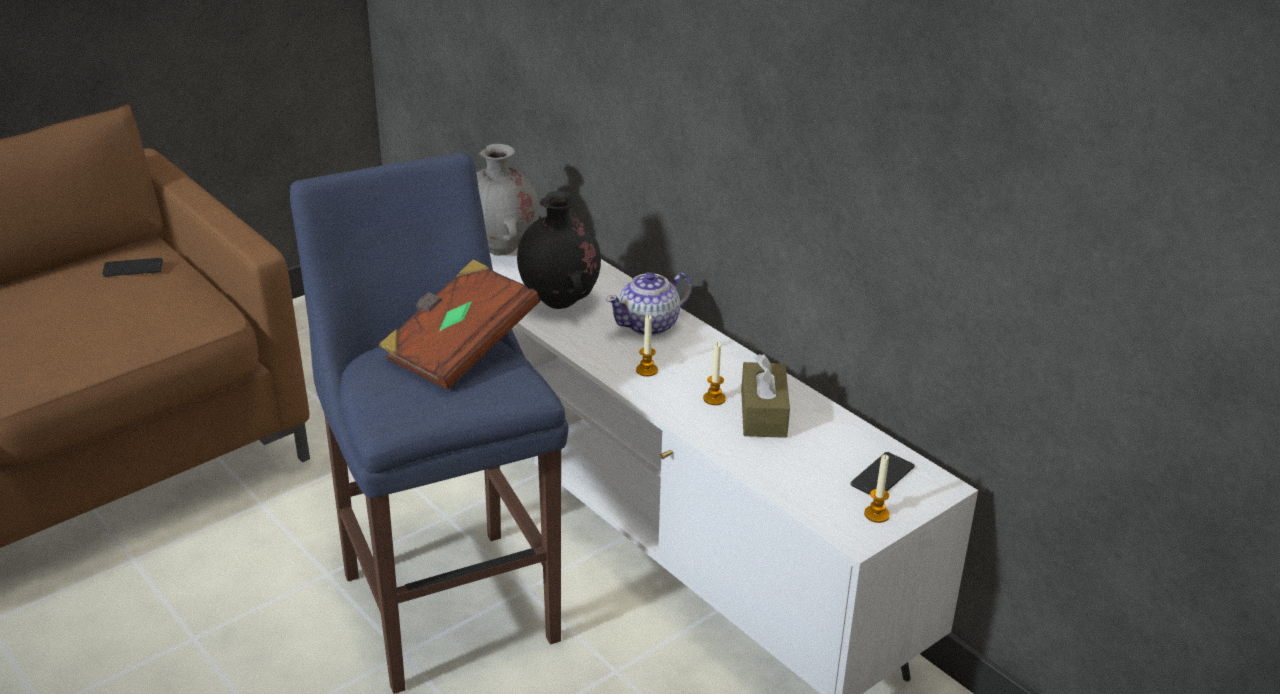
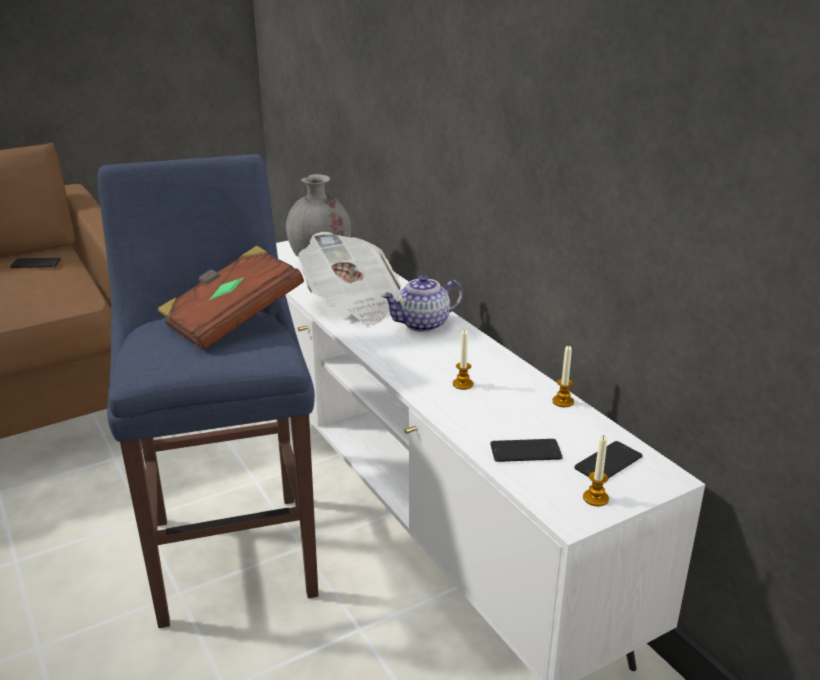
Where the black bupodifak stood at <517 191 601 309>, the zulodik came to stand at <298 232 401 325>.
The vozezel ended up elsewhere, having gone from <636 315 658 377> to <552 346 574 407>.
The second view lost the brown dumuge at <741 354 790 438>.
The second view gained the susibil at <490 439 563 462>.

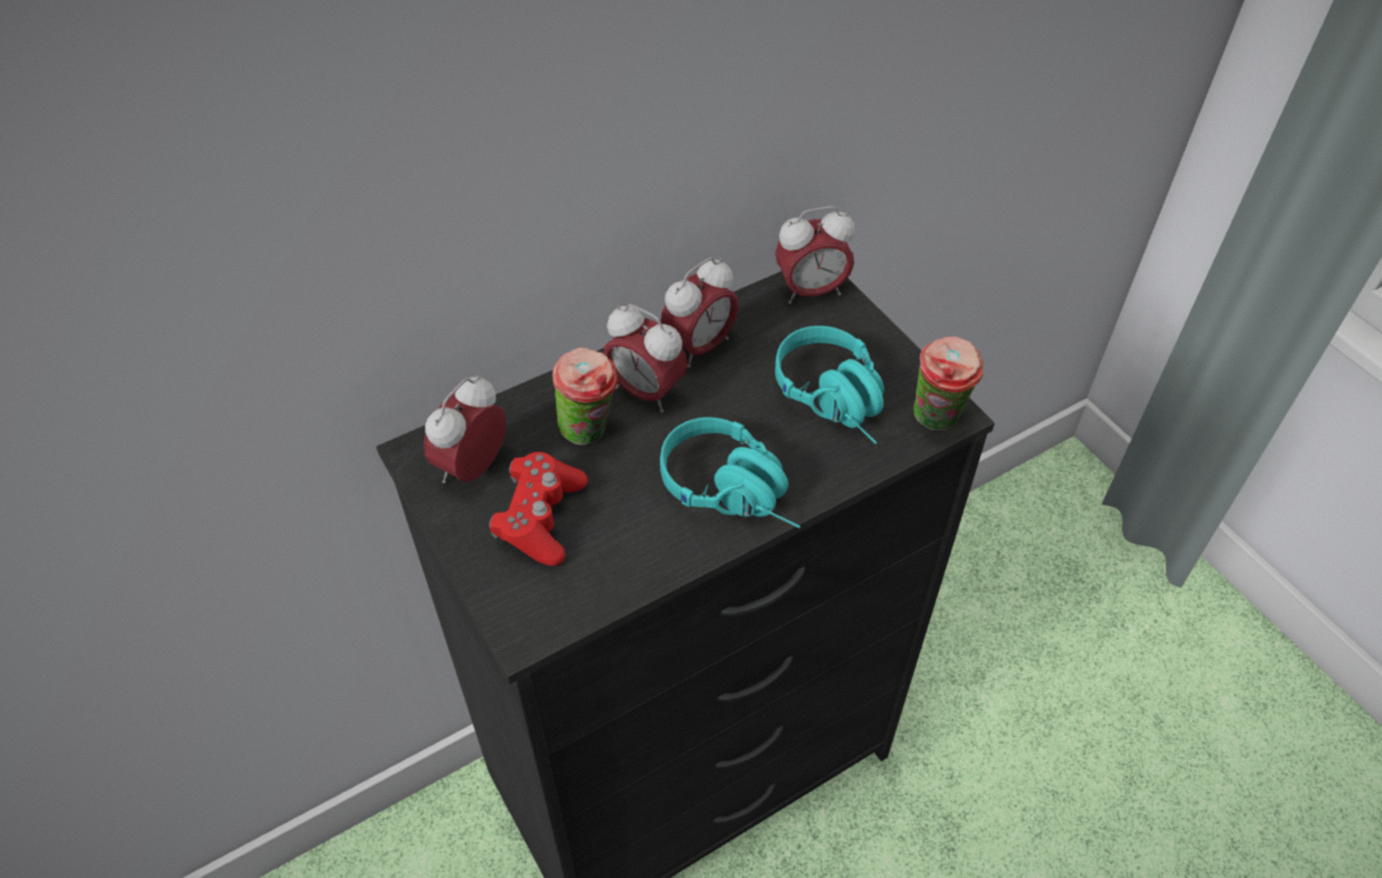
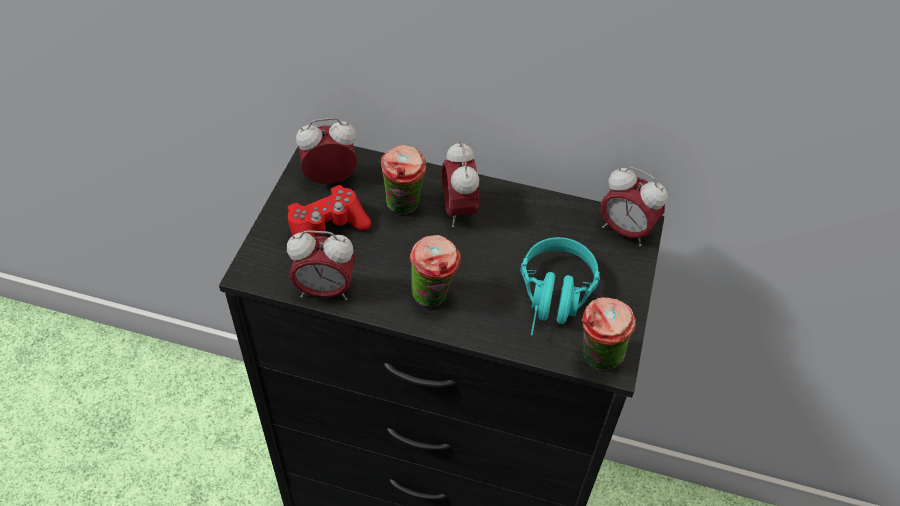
The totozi ended up elsewhere, having gone from <661 257 739 368> to <287 230 355 301>.
Where the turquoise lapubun stood at <660 417 800 528>, the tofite came to stand at <410 235 461 307>.

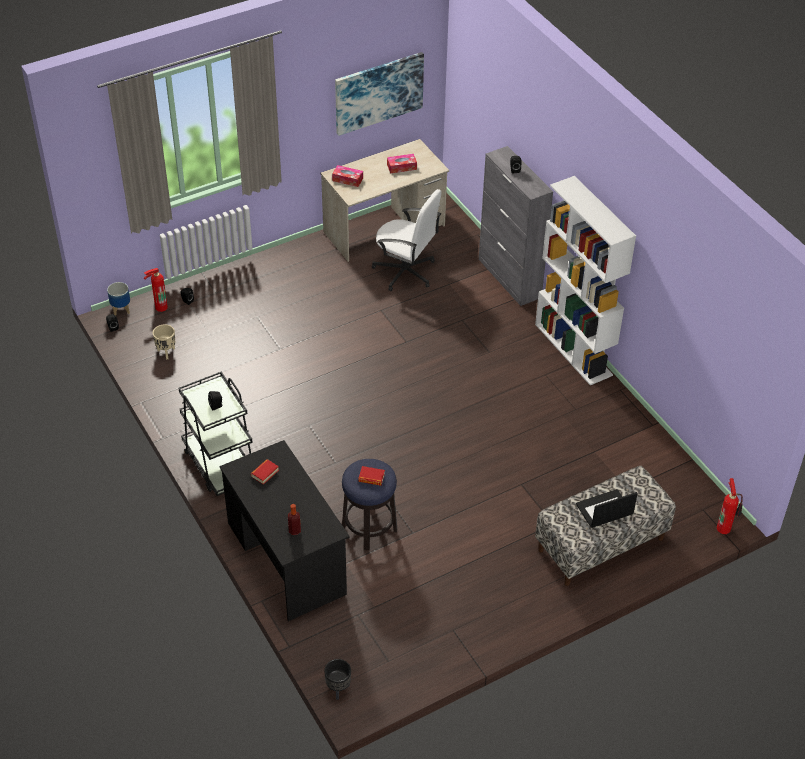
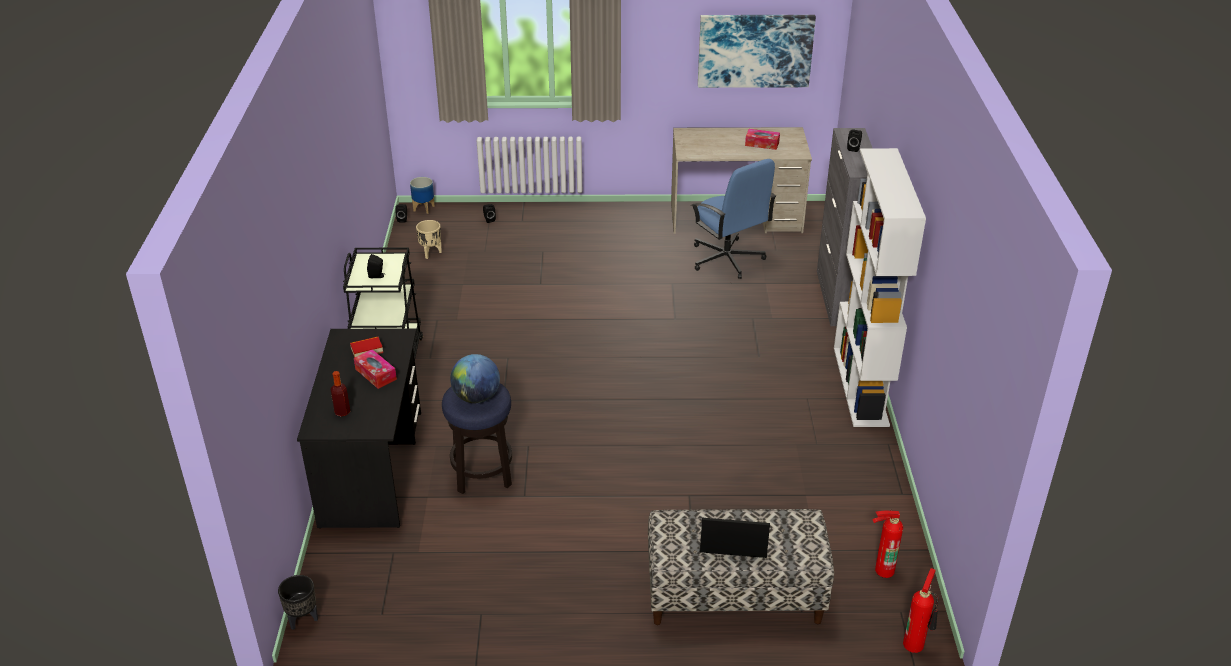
The dumuge ended up elsewhere, having gone from <332 165 363 187> to <354 349 397 389>.
What was the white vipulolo at <372 189 442 291> turned into the blue vipulolo at <691 159 776 279>.
The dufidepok ended up elsewhere, having gone from <144 268 168 312> to <872 510 903 578>.
Where the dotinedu stood at <358 466 385 486>, the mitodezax came to stand at <450 354 500 403>.

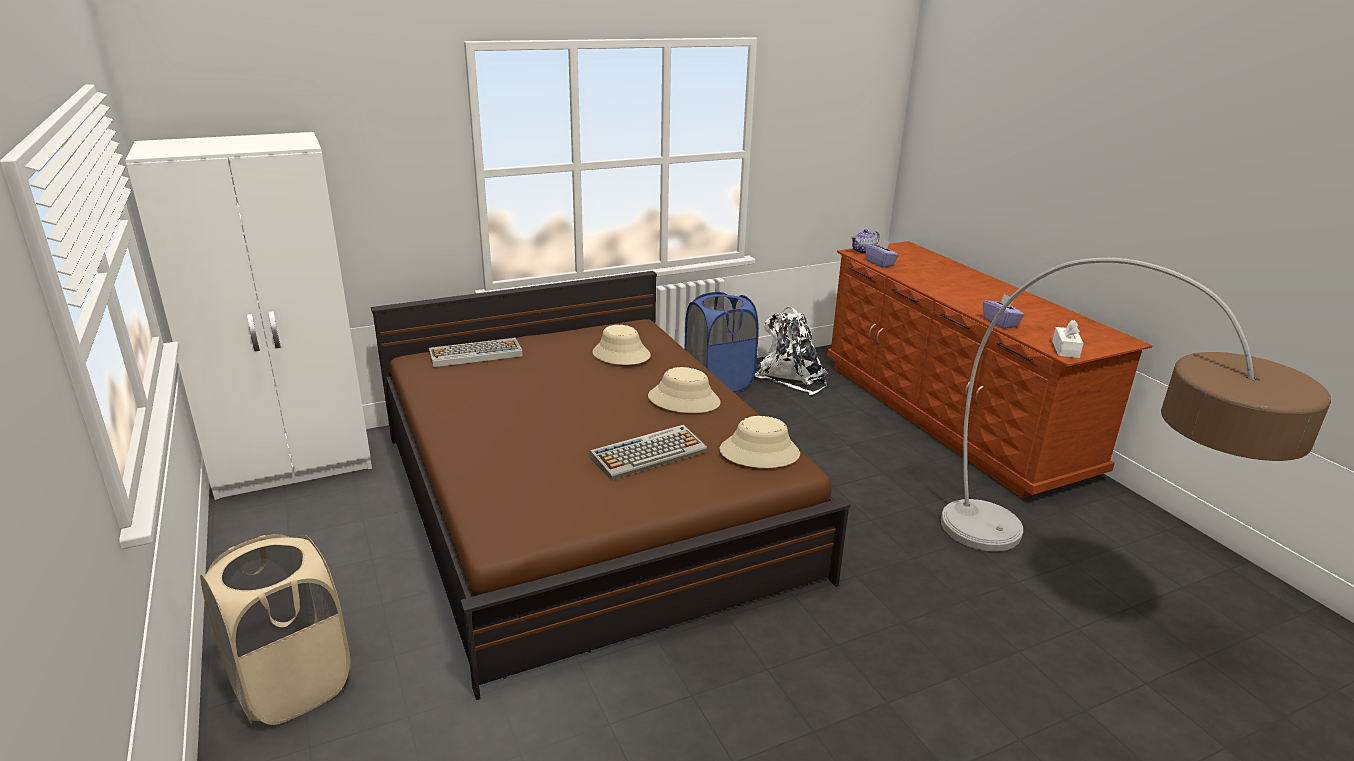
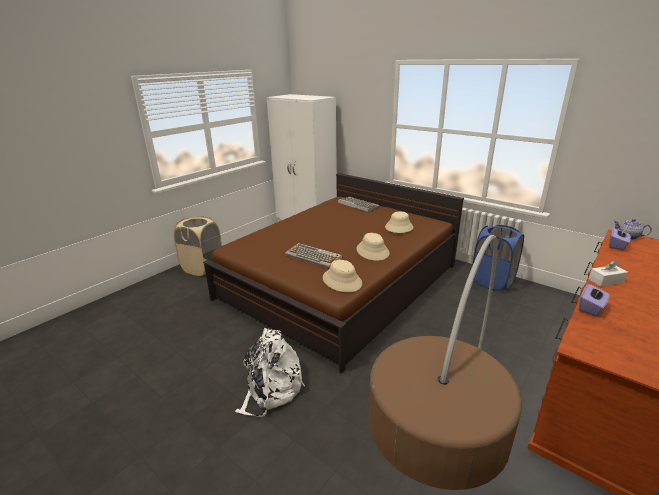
The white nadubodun ended up elsewhere, having gone from <754 307 828 395> to <235 328 305 417>.
The white dumuge ended up elsewhere, having gone from <1052 320 1084 358> to <589 260 628 287>.

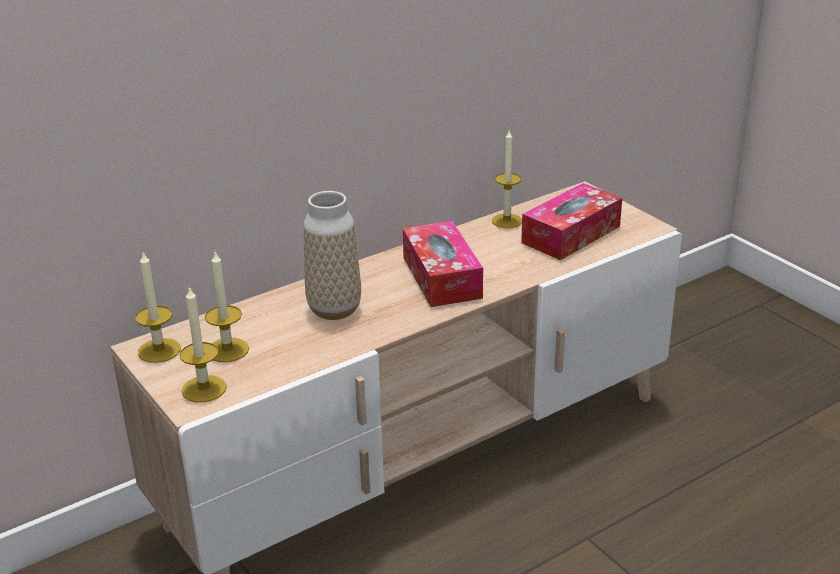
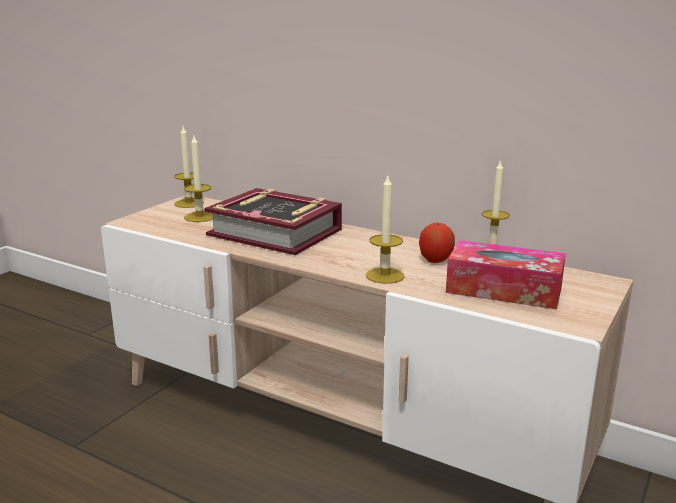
Where the bupodifak stood at <304 191 361 320>, the dotinedu came to stand at <204 188 342 255>.
The second view lost the dumuge at <403 221 483 307>.
The vozezel ended up elsewhere, having gone from <179 286 227 402> to <366 176 405 284>.
The second view gained the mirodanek at <419 223 455 263>.

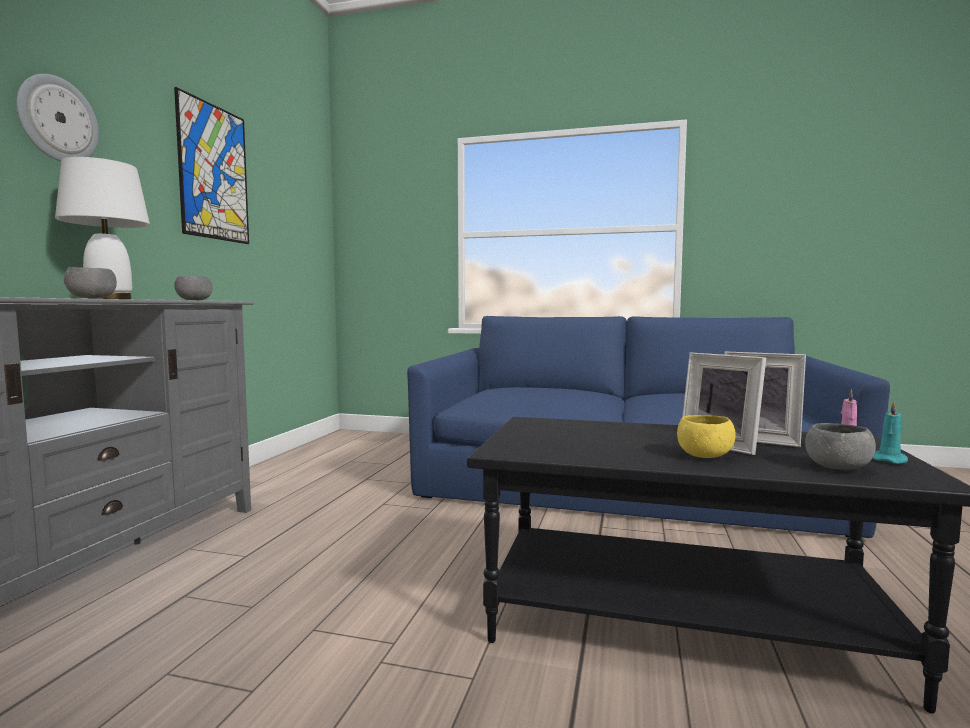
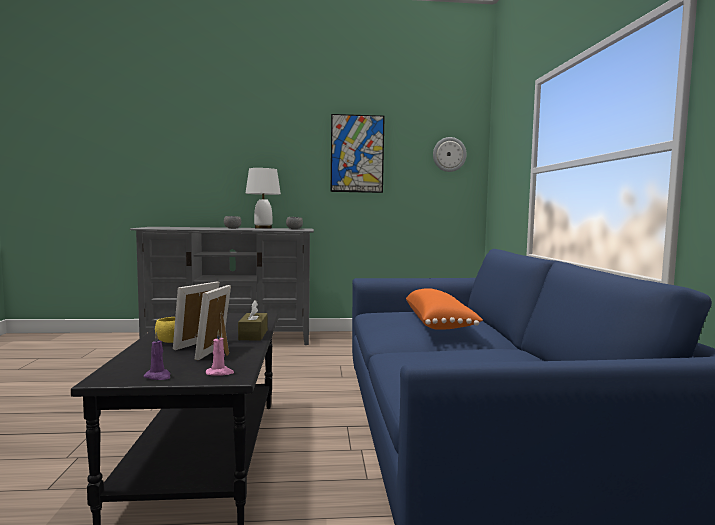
The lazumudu ended up elsewhere, having gone from <16 74 99 161> to <433 137 467 172>.
What was the turquoise vozezel at <873 401 908 464> turned into the purple vozezel at <144 332 170 380>.
The second view lost the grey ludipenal at <805 423 876 470>.
The second view gained the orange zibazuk at <406 288 483 330>.
The second view gained the brown dumuge at <238 300 268 340>.

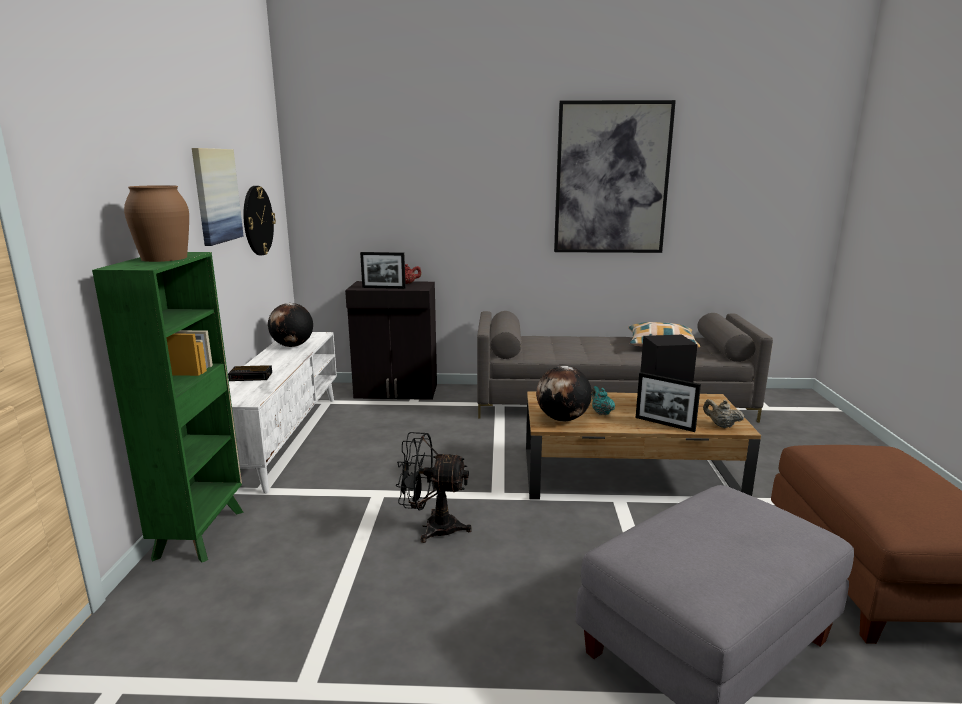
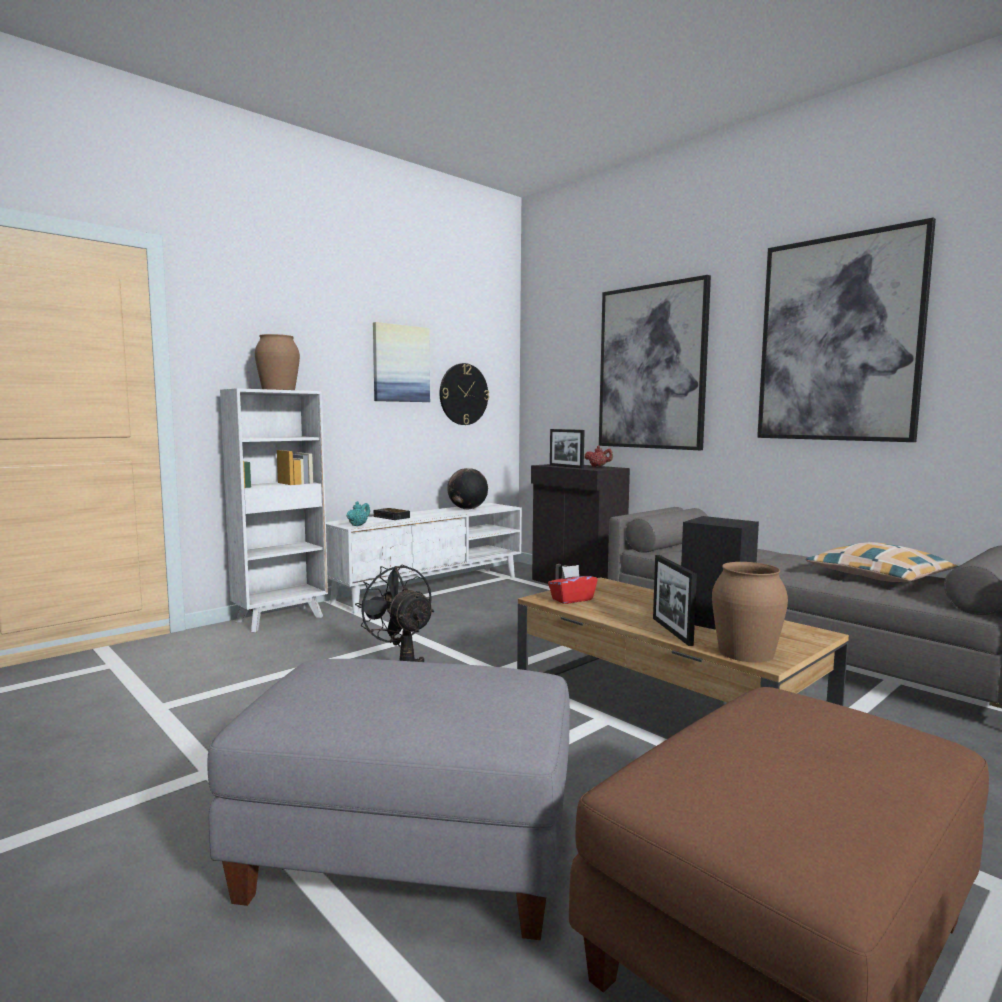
What was the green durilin at <92 252 243 562> turned into the white durilin at <220 388 328 632>.
Where the mitodezax stood at <536 366 592 421>, the red dumuge came to stand at <548 565 597 604>.
The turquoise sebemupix ended up elsewhere, having gone from <592 386 615 415> to <347 501 370 526>.
Where the beige sebemupix stood at <703 399 744 428>, the brown bupodifak came to stand at <712 562 788 663>.
The second view gained the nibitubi at <599 275 711 450>.

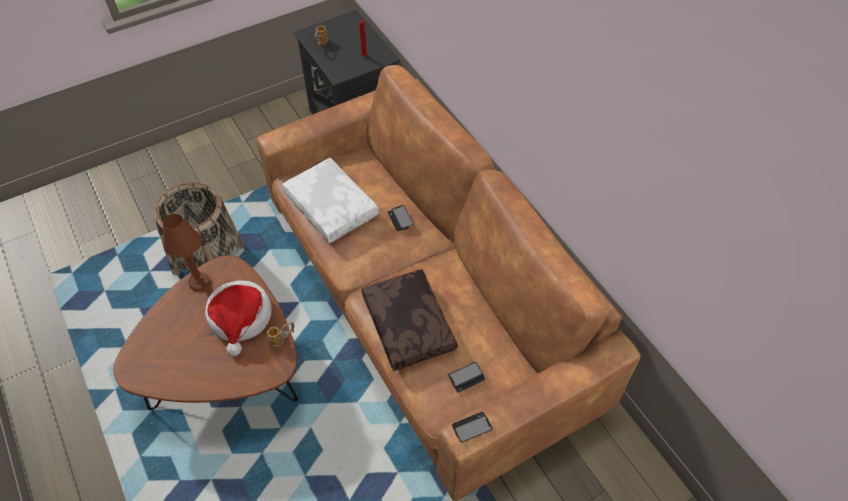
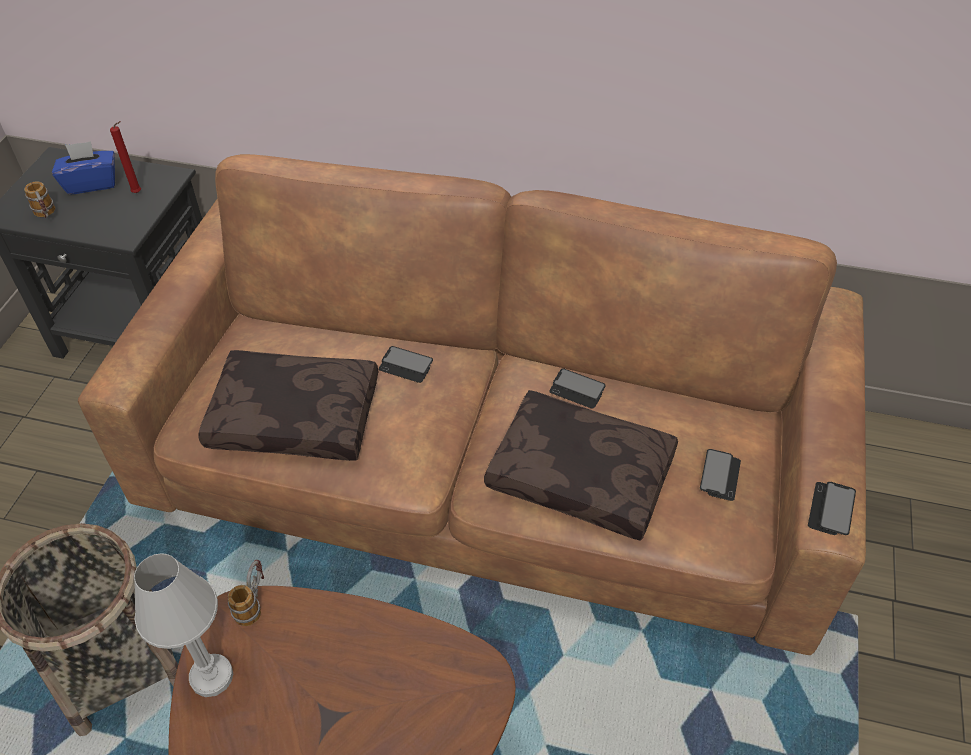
What was the white zibazuk at <282 158 379 243> turned into the brown zibazuk at <198 350 378 461>.
What was the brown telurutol at <163 214 210 291> turned into the white telurutol at <134 553 233 697>.
The second view lost the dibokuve at <205 280 272 356>.
The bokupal ended up elsewhere, having gone from <267 322 294 348> to <228 560 264 626>.
The second view gained the blue dumuge at <52 141 115 195>.
The second view gained the susibil at <549 368 606 409>.

